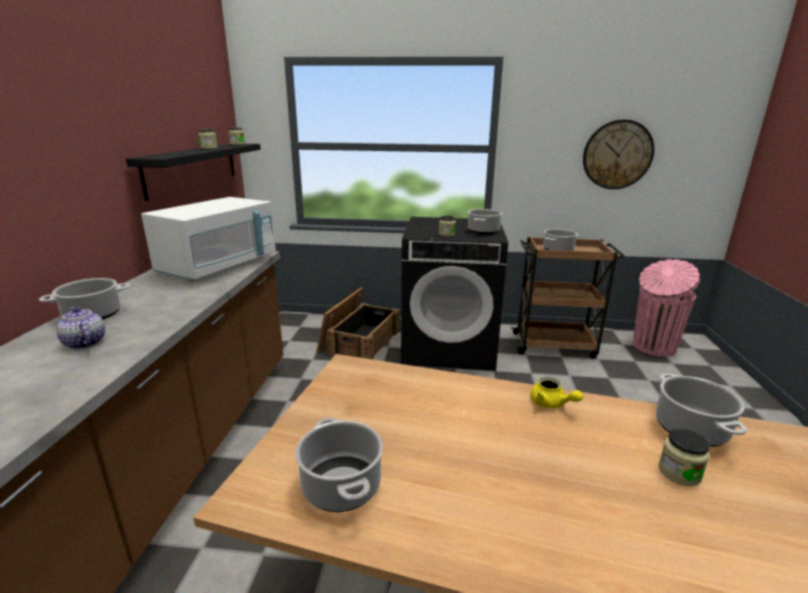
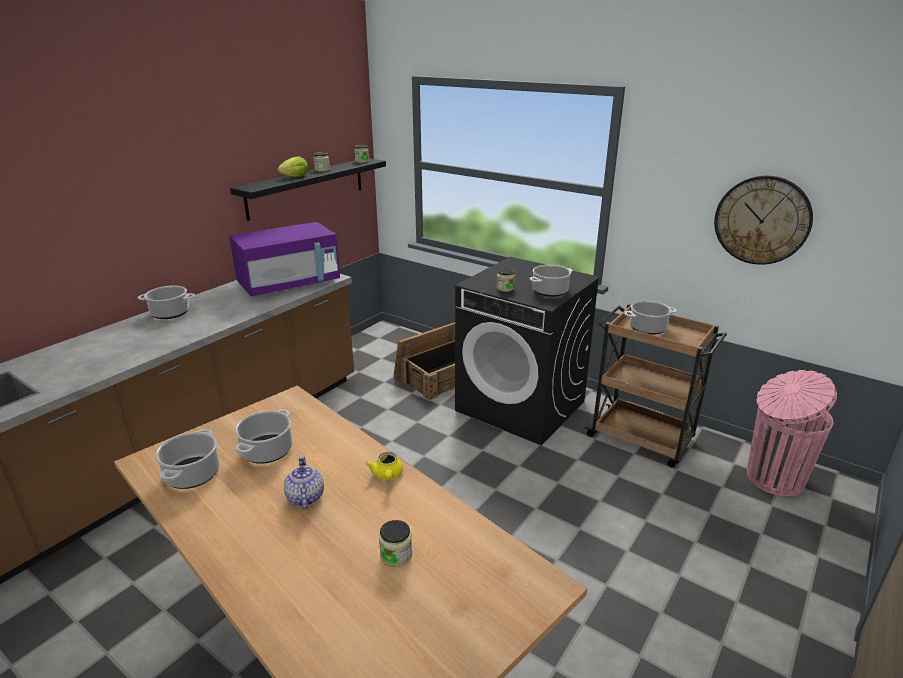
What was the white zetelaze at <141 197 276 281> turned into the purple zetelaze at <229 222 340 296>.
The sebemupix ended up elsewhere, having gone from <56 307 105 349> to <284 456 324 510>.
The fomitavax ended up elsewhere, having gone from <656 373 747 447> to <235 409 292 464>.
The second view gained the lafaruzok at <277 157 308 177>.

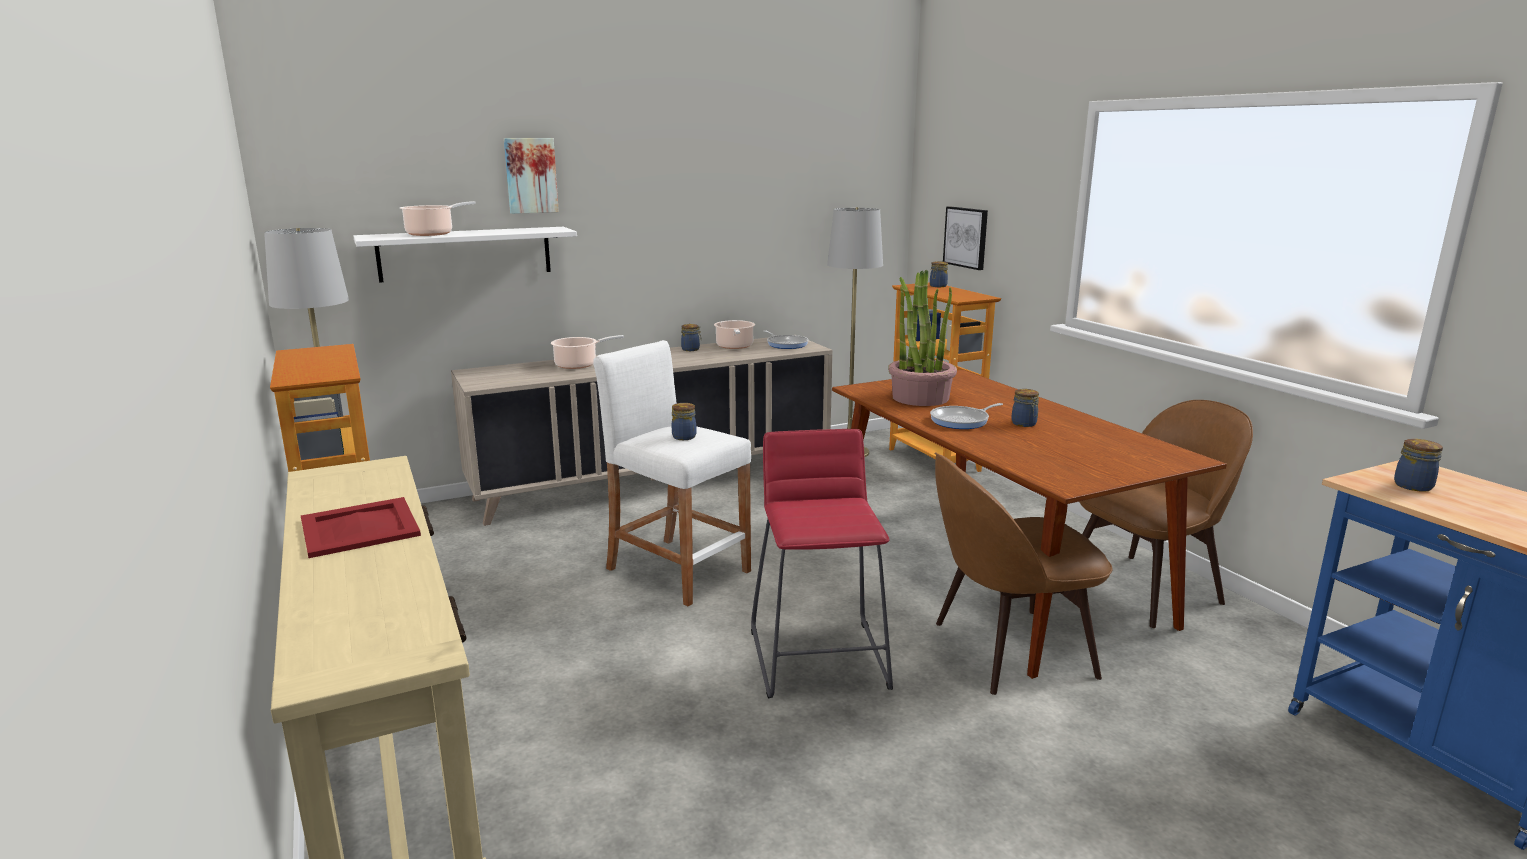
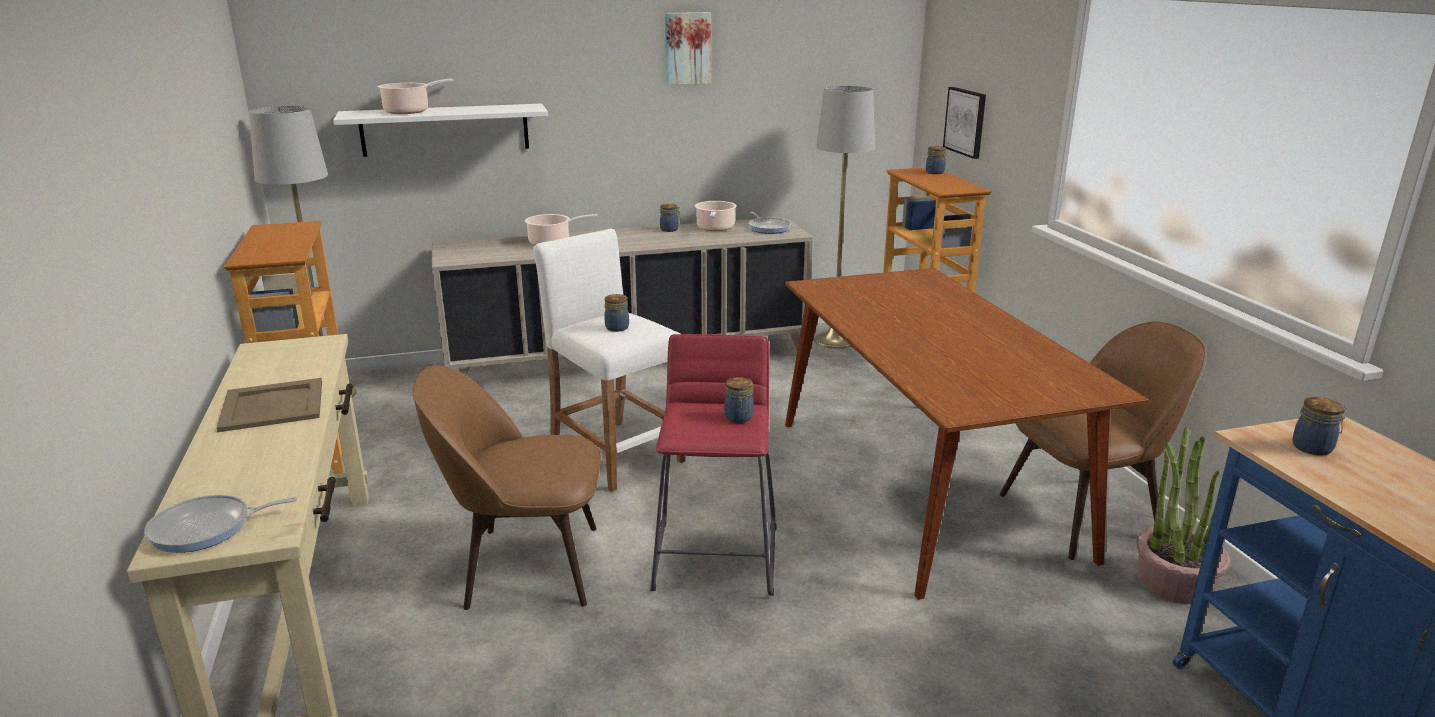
The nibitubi ended up elsewhere, having gone from <504 138 559 214> to <665 12 711 85>.
The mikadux ended up elsewhere, having gone from <888 270 957 406> to <1136 427 1230 604>.
The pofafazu ended up elsewhere, having gone from <1011 389 1039 427> to <724 377 754 423>.
The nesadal ended up elsewhere, having gone from <930 403 1003 429> to <144 495 297 553>.
The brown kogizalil ended up elsewhere, having gone from <934 452 1112 695> to <413 365 601 610>.
What was the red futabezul at <301 497 421 558> turned into the beige futabezul at <217 378 322 432>.

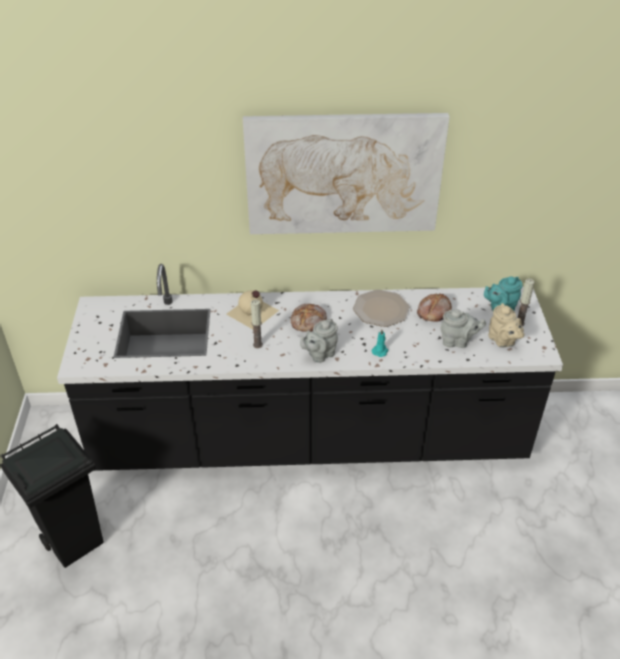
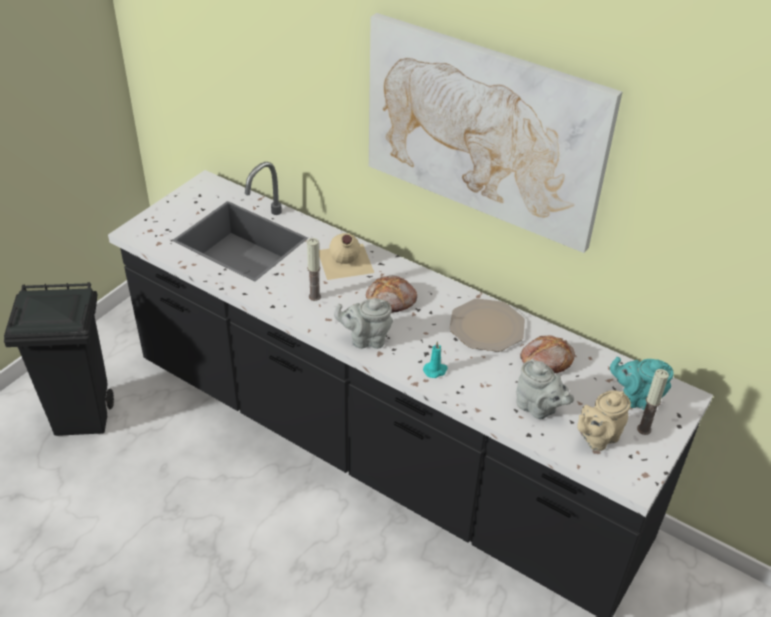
The beige sebemupix at <488 303 524 348> ended up facing another way, 45 degrees clockwise from before.

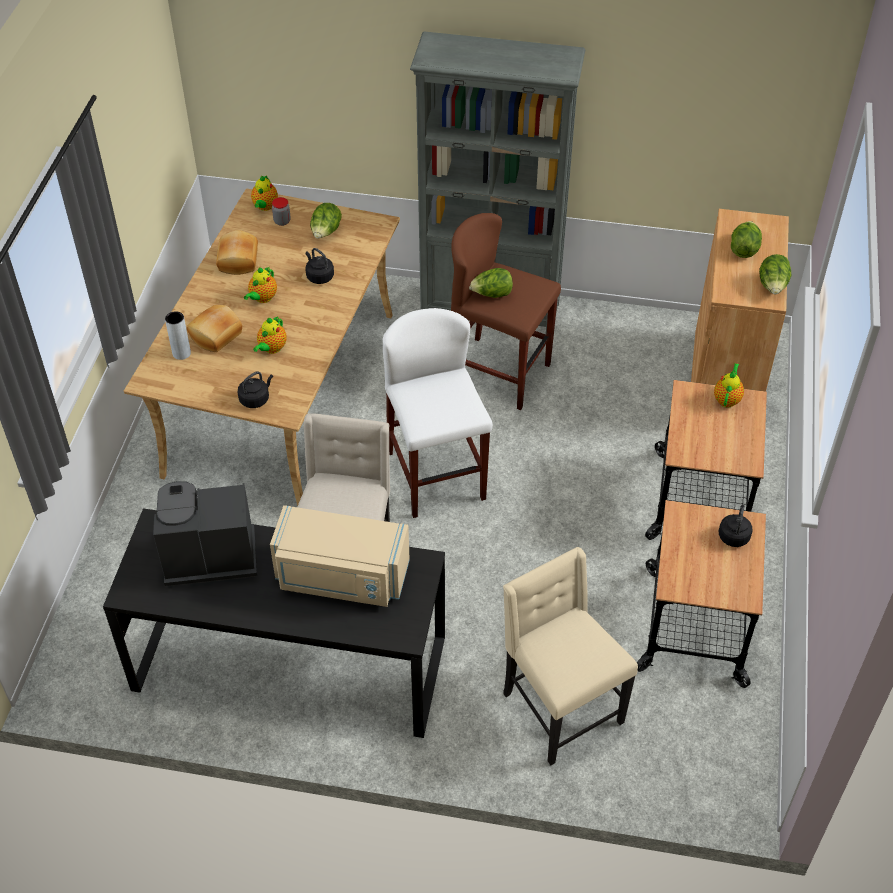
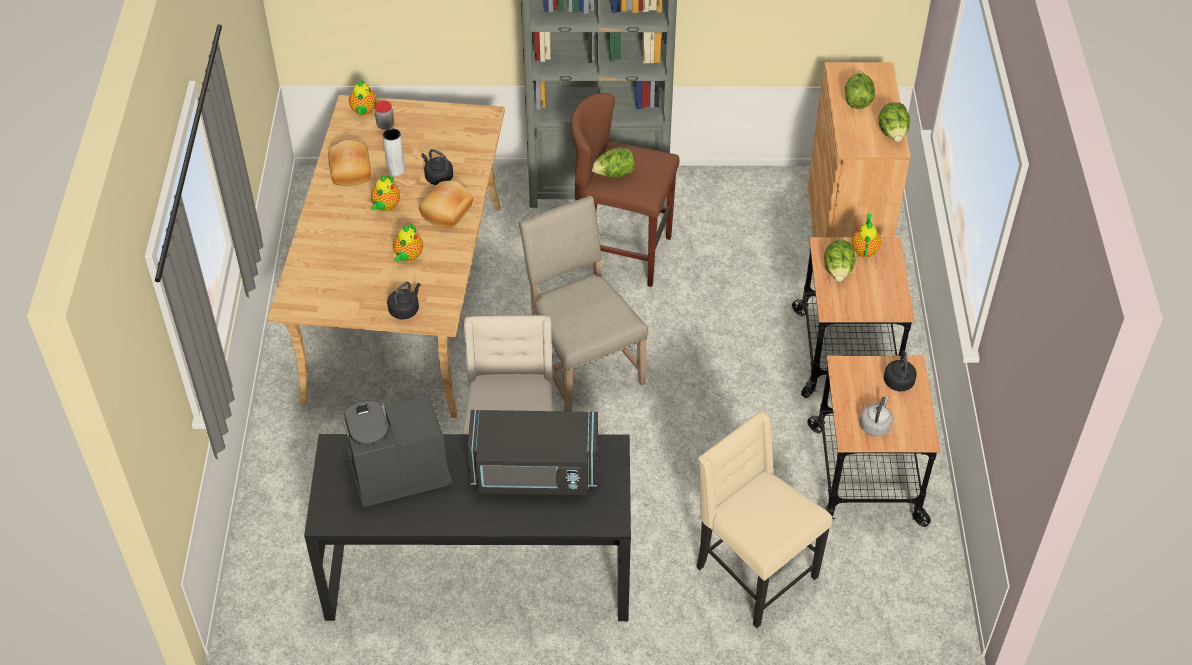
The lafaruzok ended up elsewhere, having gone from <310 203 342 239> to <824 240 856 281>.
The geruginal ended up elsewhere, having gone from <187 305 242 352> to <419 181 473 228>.
Where the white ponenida stood at <383 308 493 518>, the beige kogizalil came to stand at <519 196 648 412>.
The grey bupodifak ended up elsewhere, having gone from <165 311 191 360> to <383 128 405 176>.
What was the beige zetelaze at <270 505 410 607> turned into the black zetelaze at <467 410 598 495>.
The second view gained the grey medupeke at <860 396 893 437>.

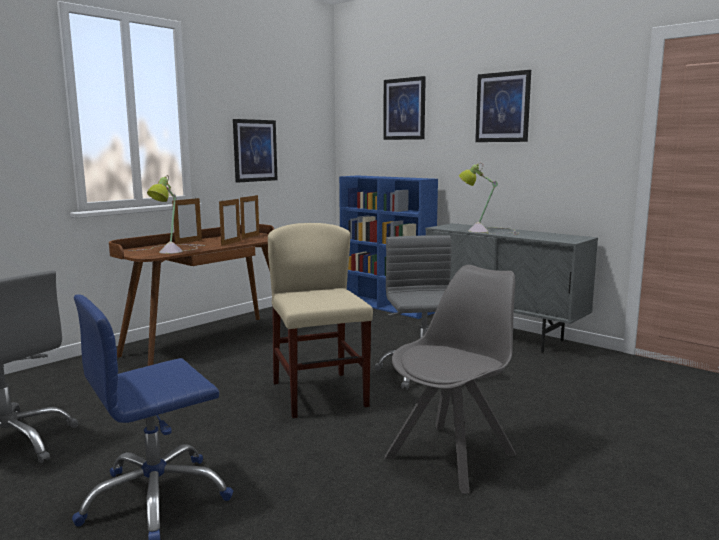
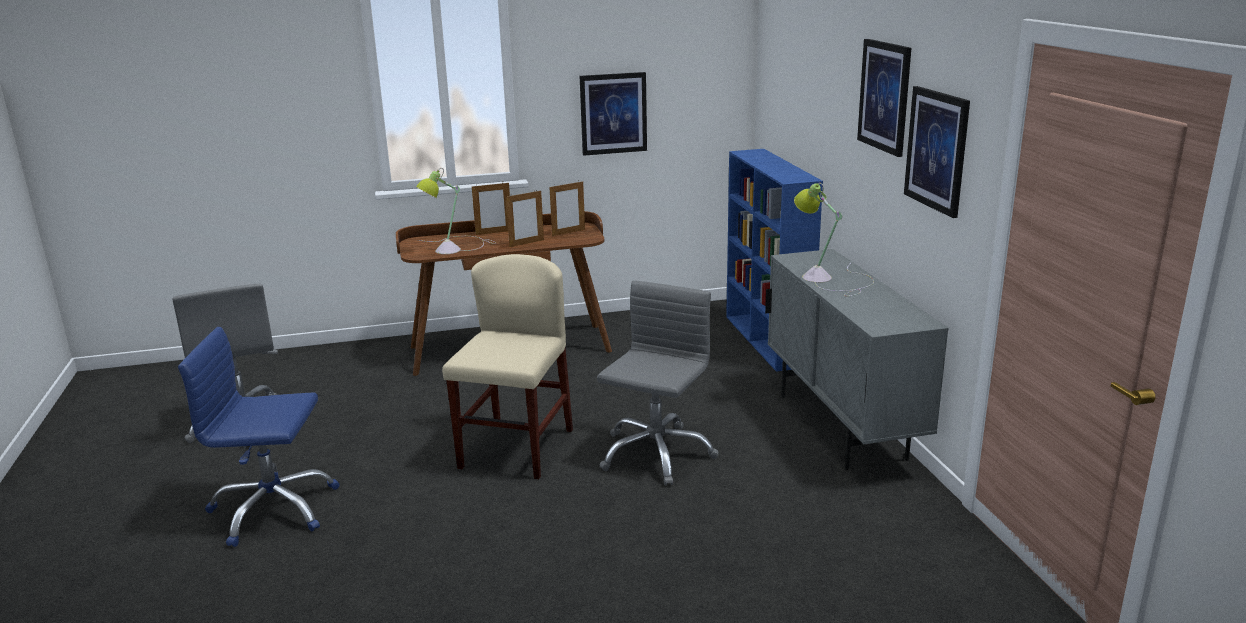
The nibitubi ended up elsewhere, having gone from <383 76 426 140> to <904 86 970 218>.
The second view lost the grey kogizalil at <385 265 516 494>.

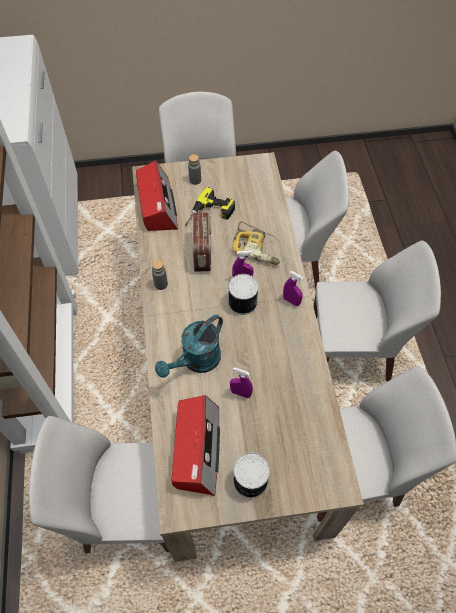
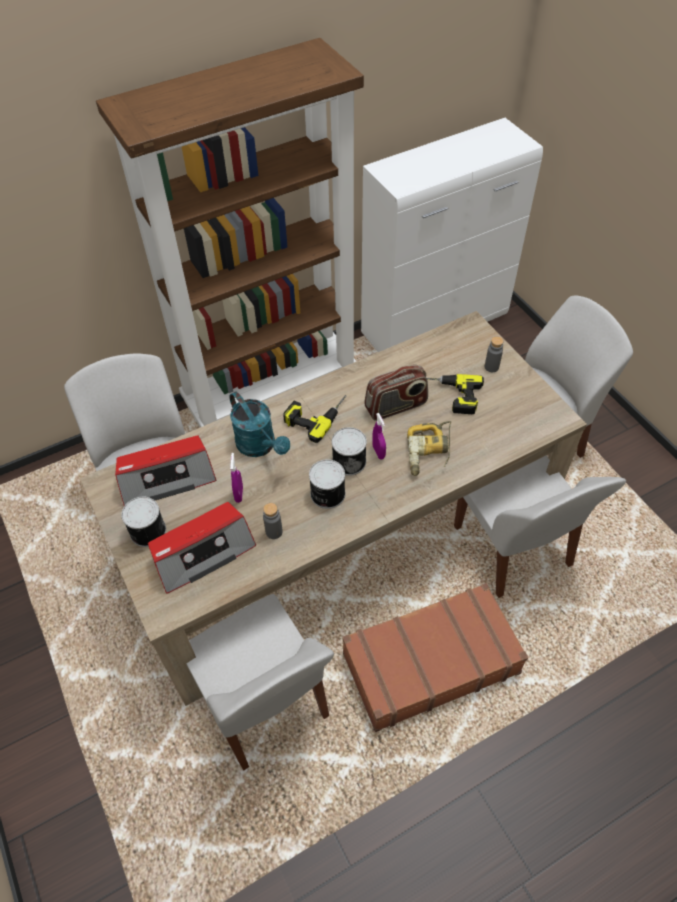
The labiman ended up elsewhere, having gone from <136 161 178 231> to <148 502 256 593>.
Where the white kogizalil stood at <313 241 441 381>, the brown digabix came to stand at <343 583 528 732>.
The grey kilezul ended up elsewhere, having gone from <152 260 168 290> to <263 503 283 539>.
The second view lost the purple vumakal at <283 271 304 306>.
The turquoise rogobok at <155 314 223 378> ended up facing another way, 150 degrees counterclockwise from before.
The second view gained the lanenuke at <283 395 346 443>.
The second view gained the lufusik at <309 459 345 509>.

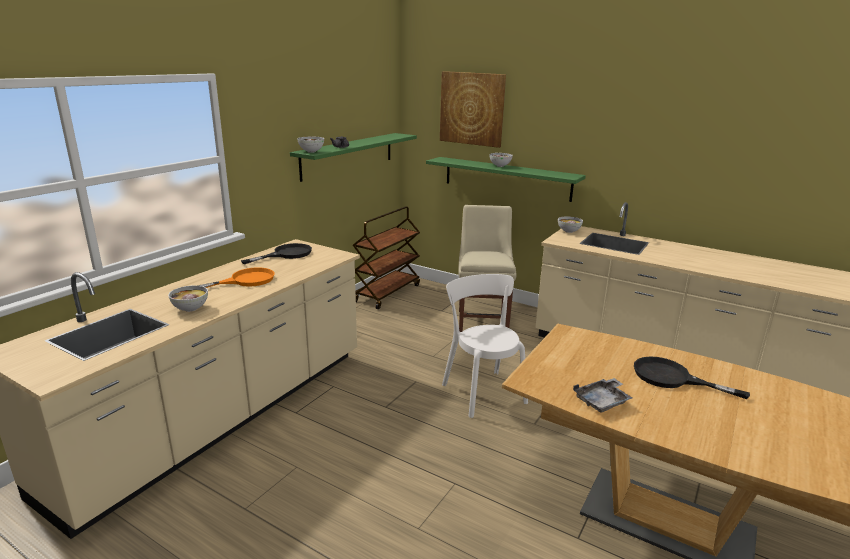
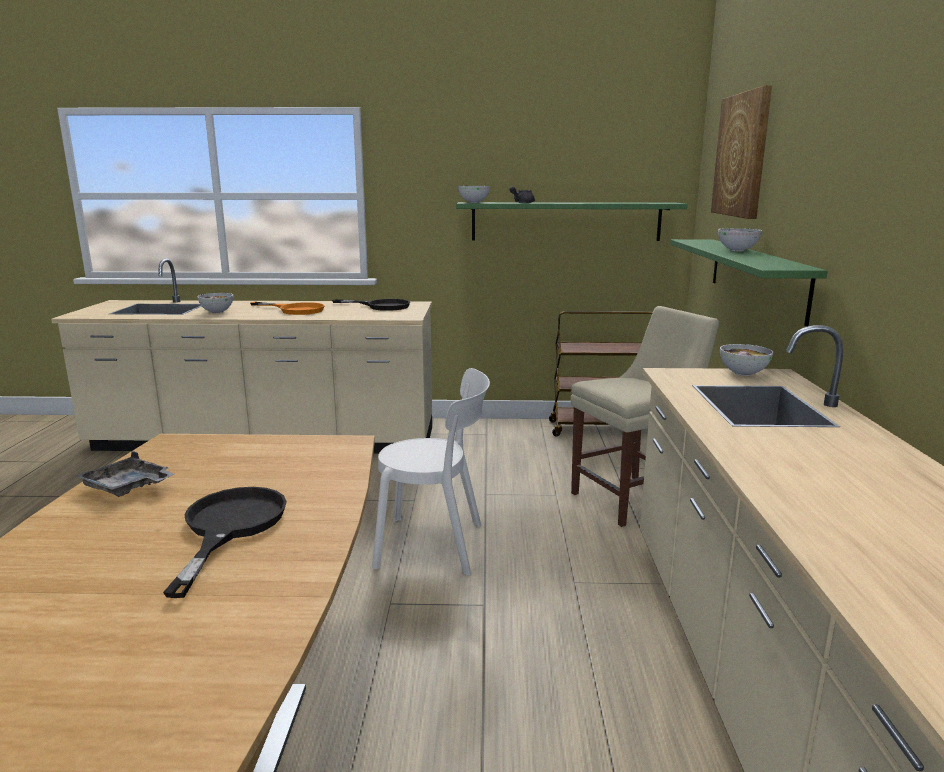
The white kogizalil at <442 274 528 418> ended up facing another way, 60 degrees clockwise from before.

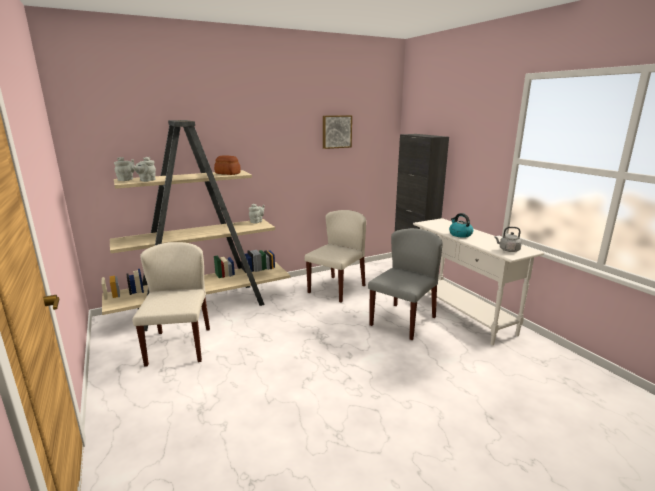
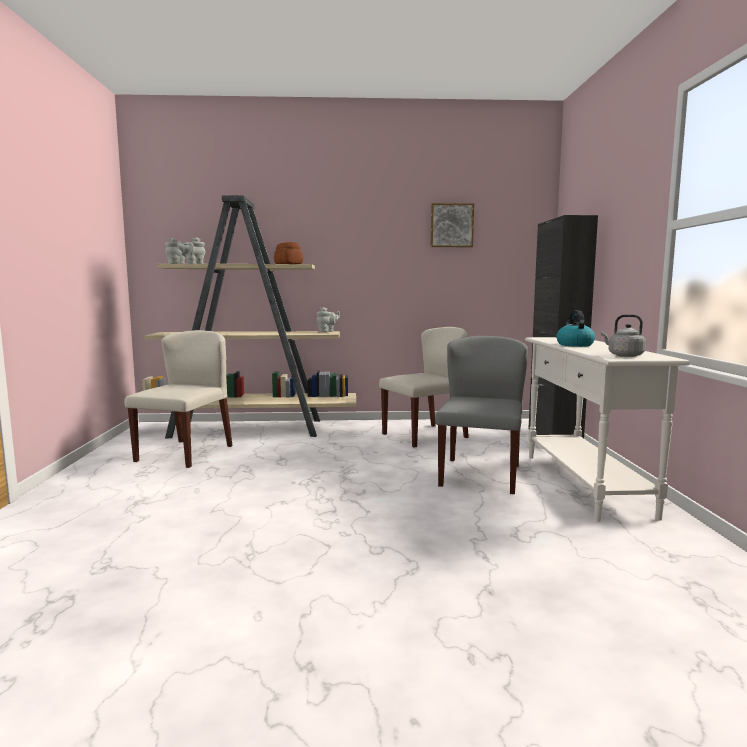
The grey kogizalil at <368 228 443 340> ended up facing another way, 45 degrees counterclockwise from before.

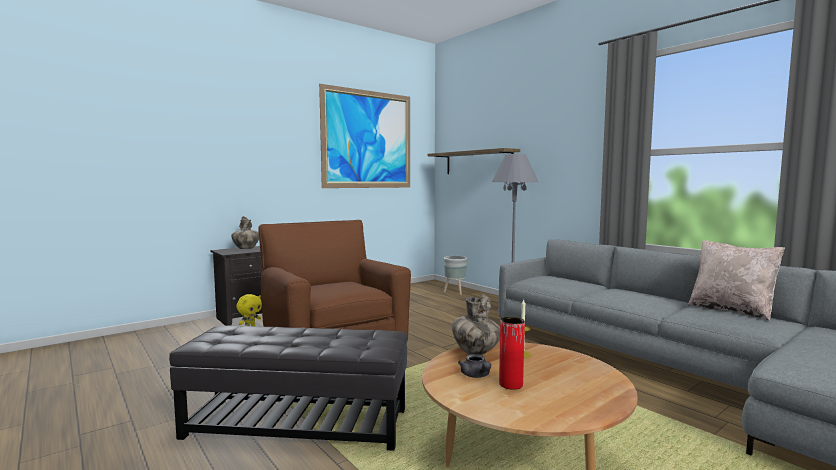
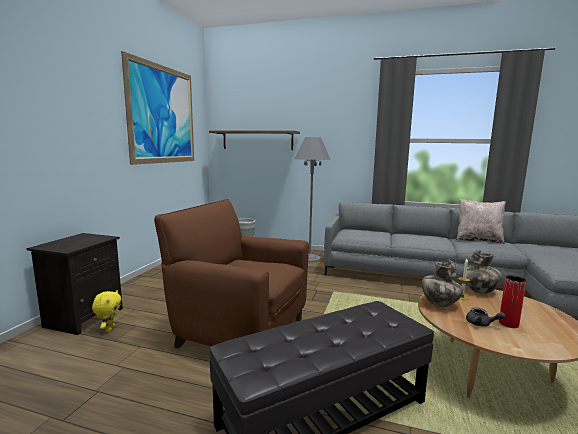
The bupodifak ended up elsewhere, having gone from <231 216 259 249> to <462 250 502 294>.

